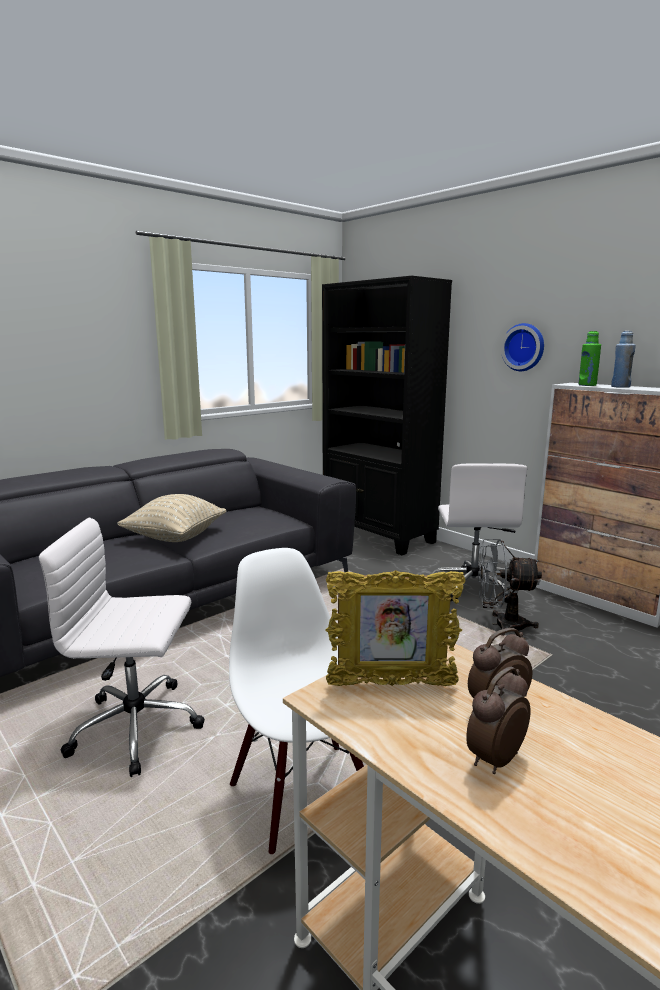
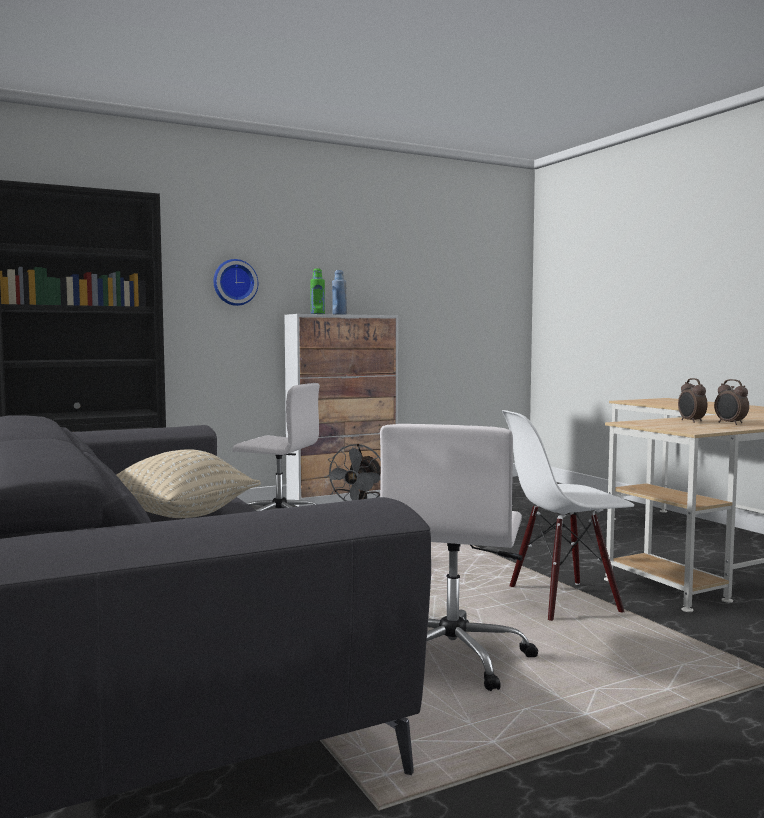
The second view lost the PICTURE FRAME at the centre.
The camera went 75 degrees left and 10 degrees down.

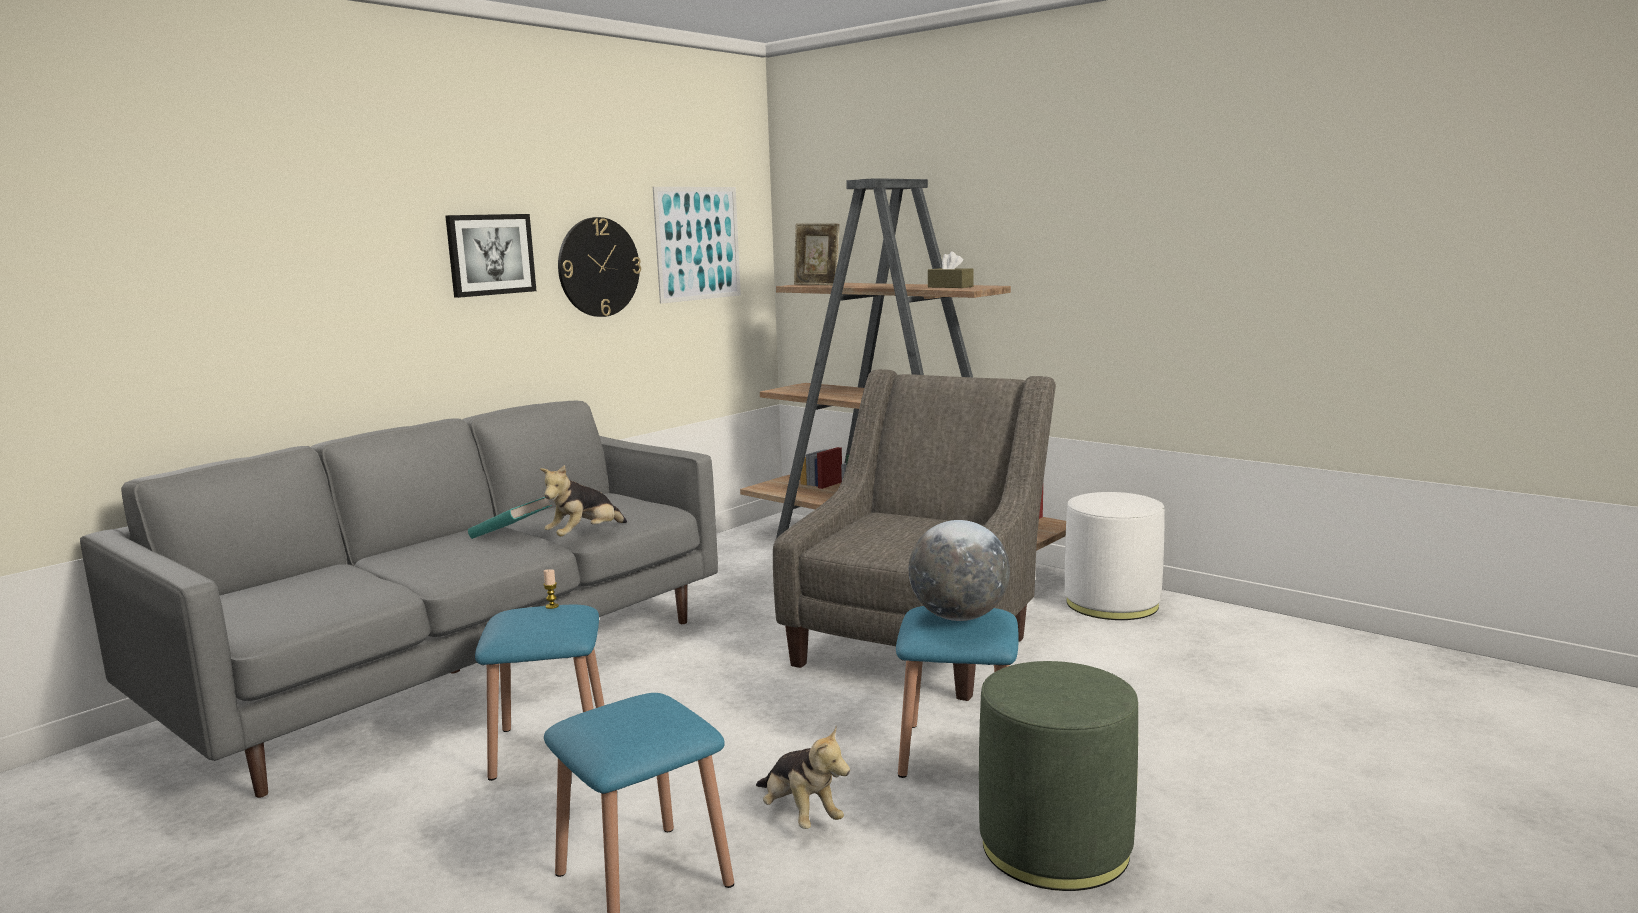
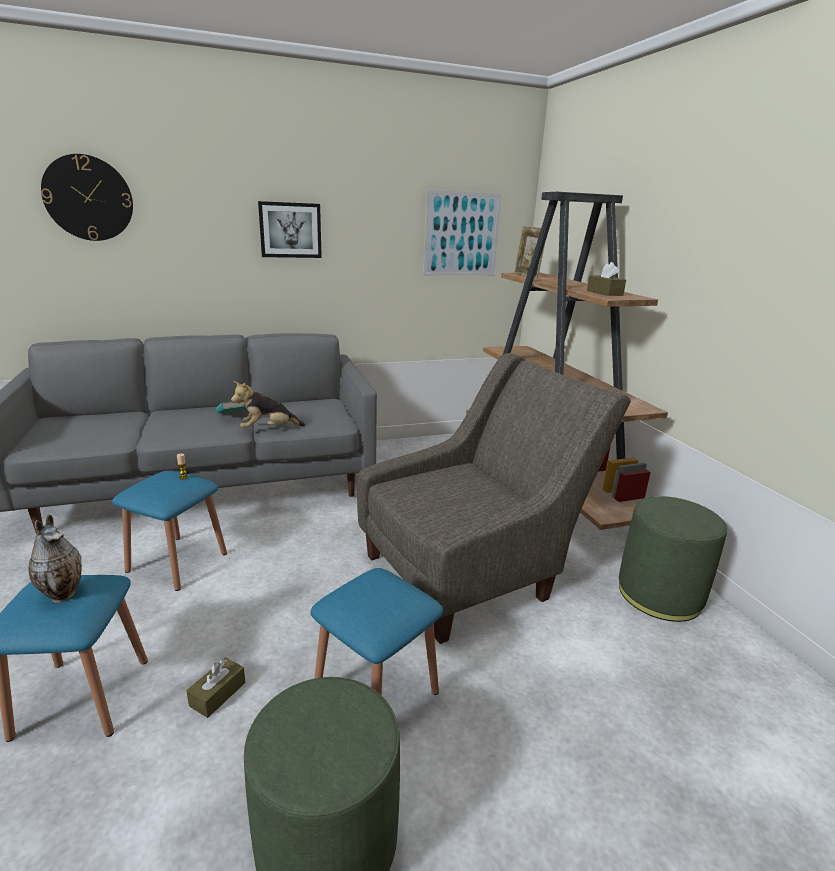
The CLOCK ON THE WALL ended up elsewhere, having gone from the top centre to the top left.
Where the SOFT TOY (2nd from left) stood at the bottom centre, the BROWN-COLOURED TISSUE BOX (1st from left) came to stand at the bottom left.
The second view lost the DESK GLOBE at the centre.
What was the WHITE POUFFE at the middle right turned into the GREEN POUFFE (2nd from left) at the middle right.
The second view gained the VASE at the middle left.
The camera went 30 degrees right and 10 degrees up.

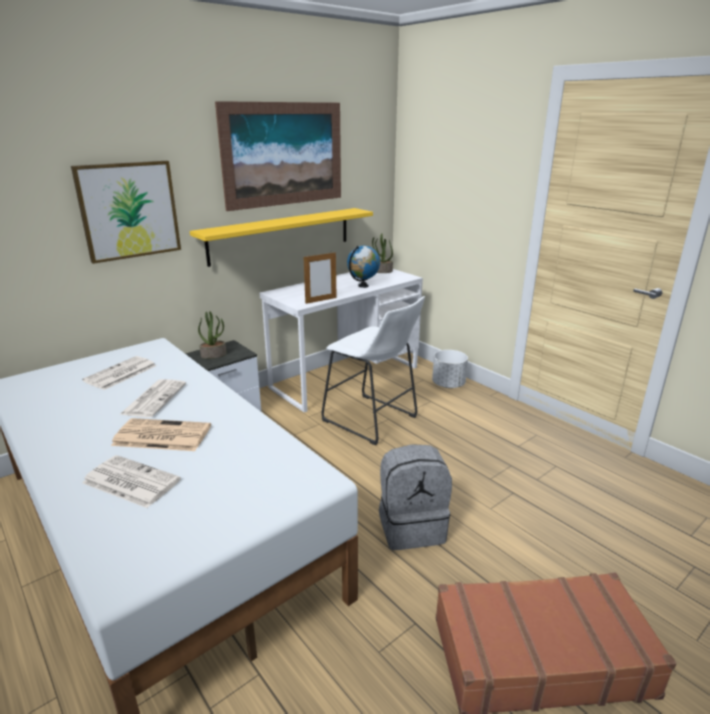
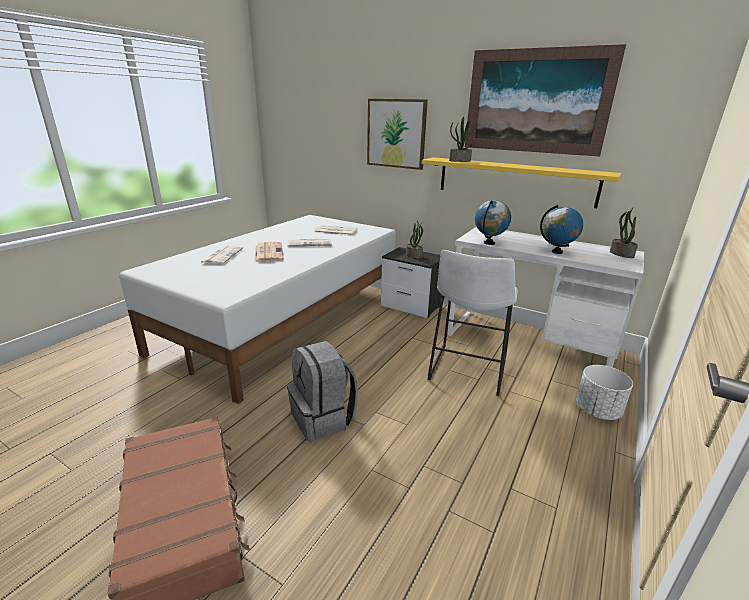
Where the PICTURE FRAME stood at the centre, the DESK GLOBE (1st from left) came to stand at the centre.
The second view gained the PLANT IN A POT (2nd from left) at the top centre.
The camera went 70 degrees right and 0 degrees up.

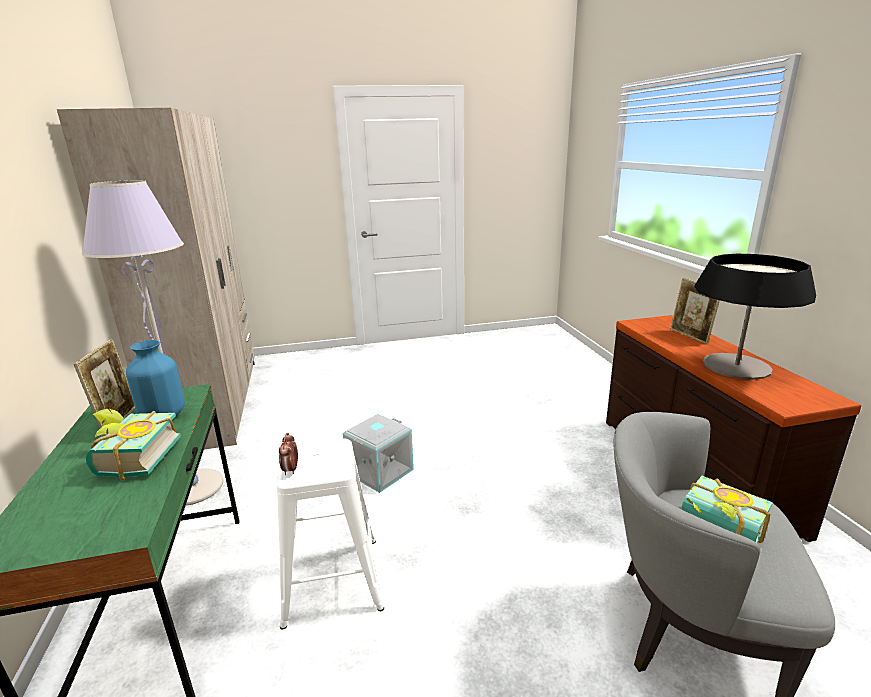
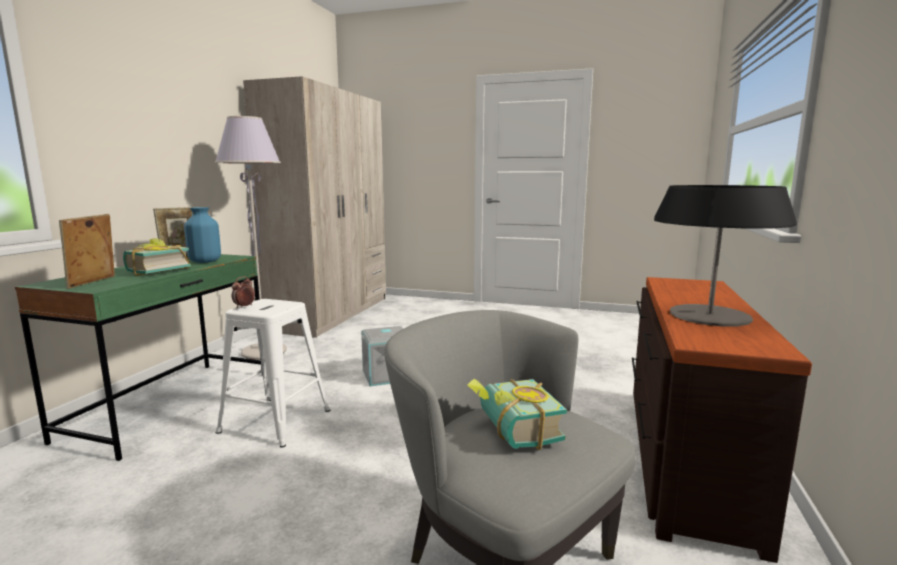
The PICTURE FRAME (2nd from left in the first image) ended up elsewhere, having gone from the middle right to the middle left.
The camera went 30 degrees right and 10 degrees down.

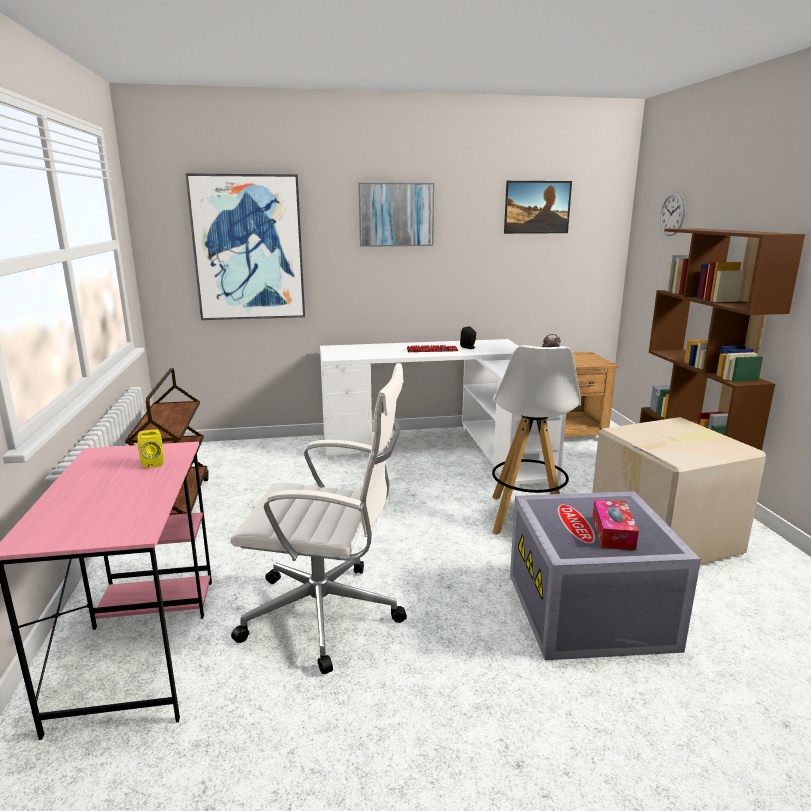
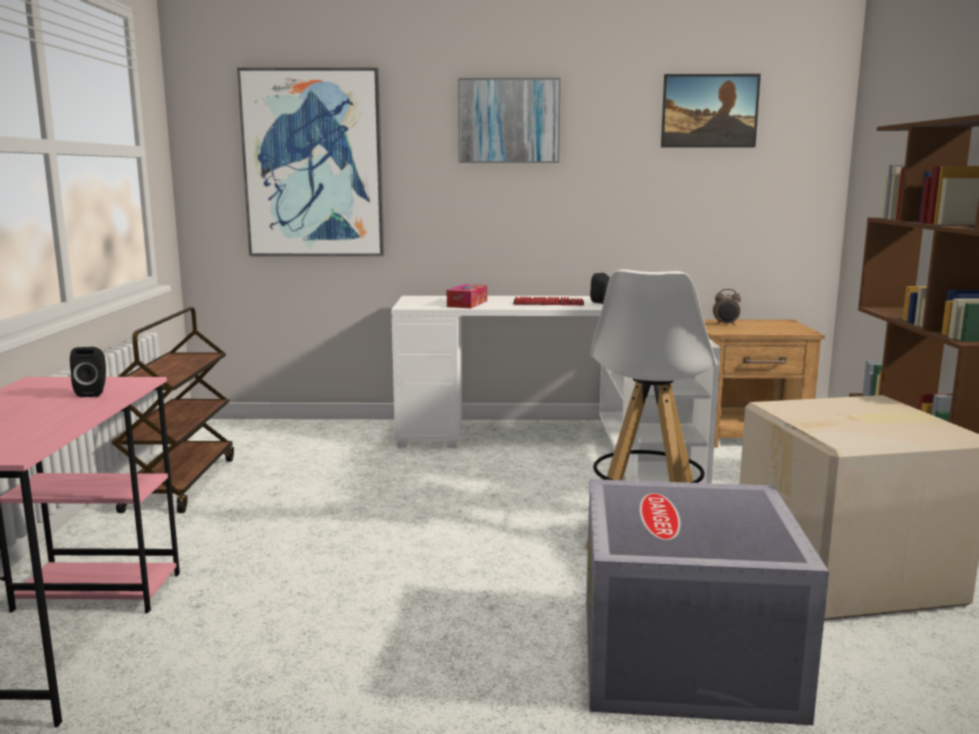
What was the YELLOW-COLOURED LOUDSPEAKER at the middle left turned into the BLACK LOUDSPEAKER (1st from left) at the middle left.
The second view lost the WHITE DESK CHAIR at the centre.
The TISSUE BOX ended up elsewhere, having gone from the middle right to the centre.
The second view lost the CLOCK ON THE WALL at the top right.
The camera went 10 degrees right and 5 degrees down.

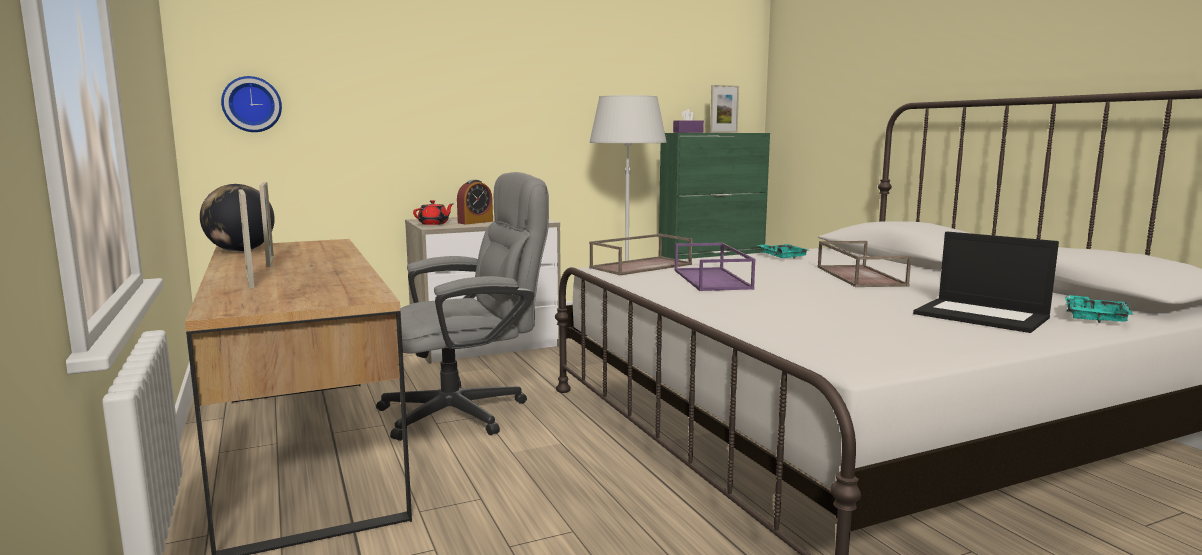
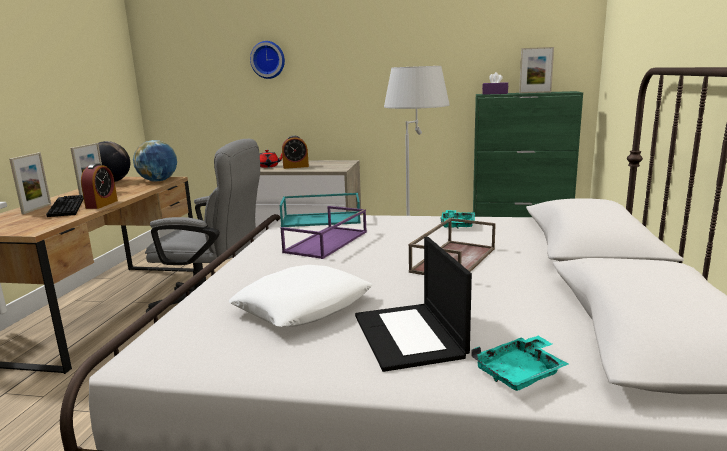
The CLOCK ON THE WALL ended up elsewhere, having gone from the top left to the top centre.
What was the BROWN-COLOURED SERVING TRAY (1st from left) at the centre turned into the BLUE-GREEN SERVING TRAY (1st from left) at the centre.
The second view gained the KEYBOARD at the middle left.
The second view gained the TABLE CLOCK (1st from left) at the middle left.
The second view gained the DESK GLOBE (2nd from left) at the middle left.
The second view gained the WHITE PILLOW at the centre.
The camera went 35 degrees right and 5 degrees up.

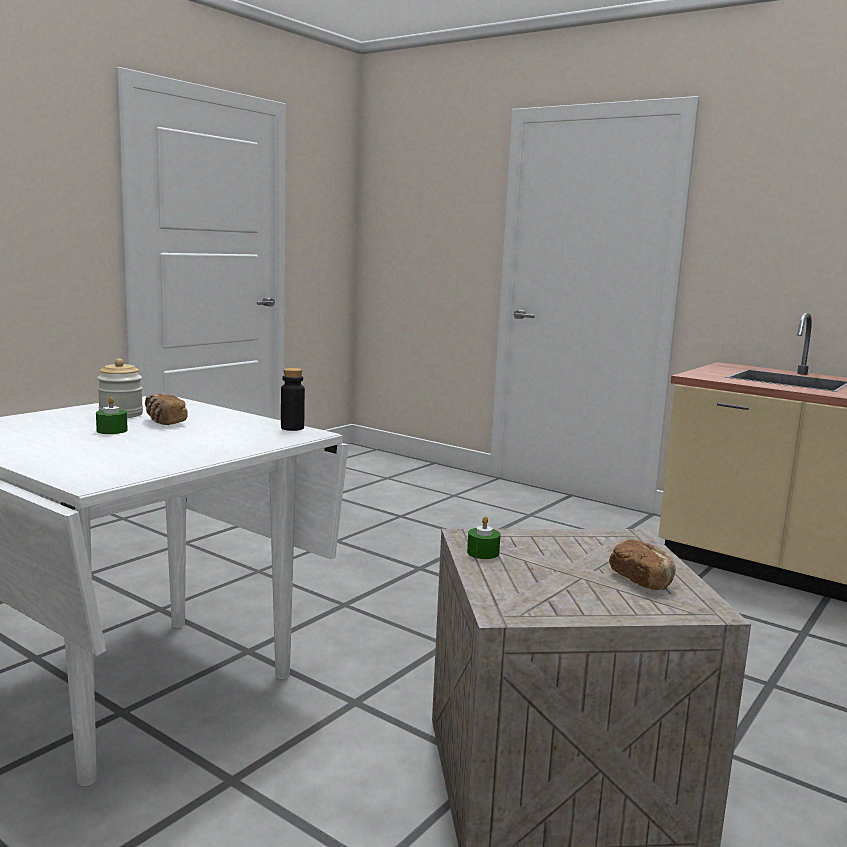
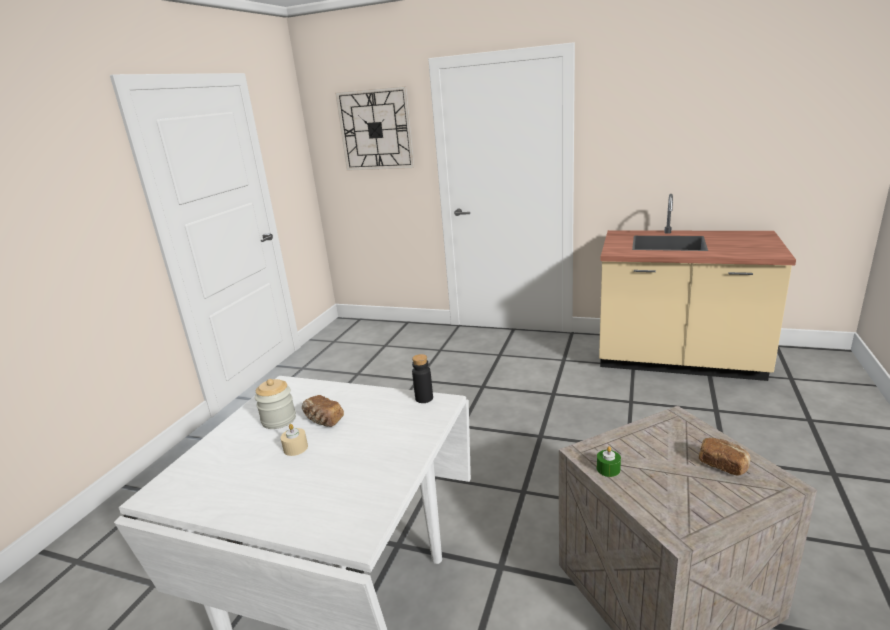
What was the GREEN CANDLE (1st from left) at the middle left turned into the SAND-COLOURED CANDLE at the bottom left.
The second view gained the CLOCK ON THE WALL at the top centre.
The camera went 15 degrees left and 10 degrees up.

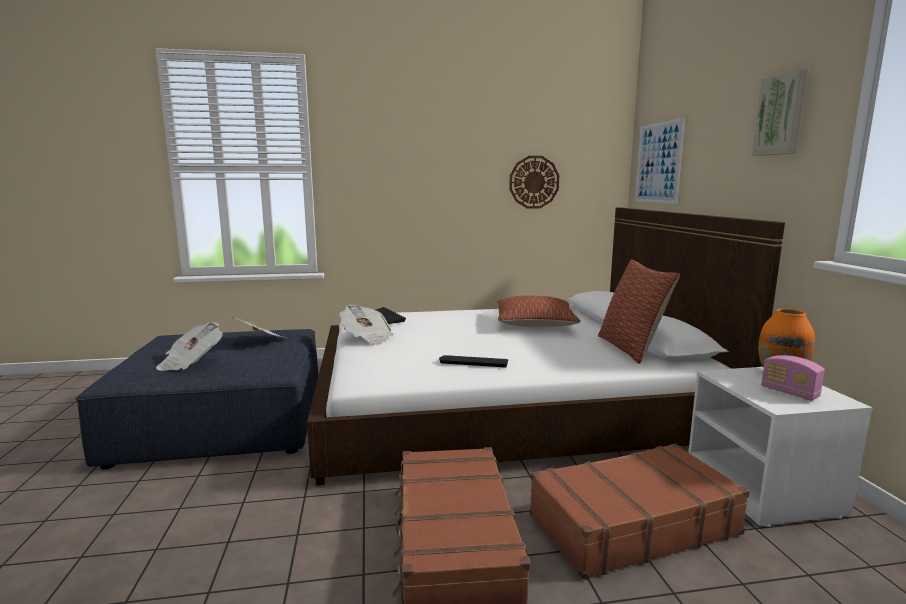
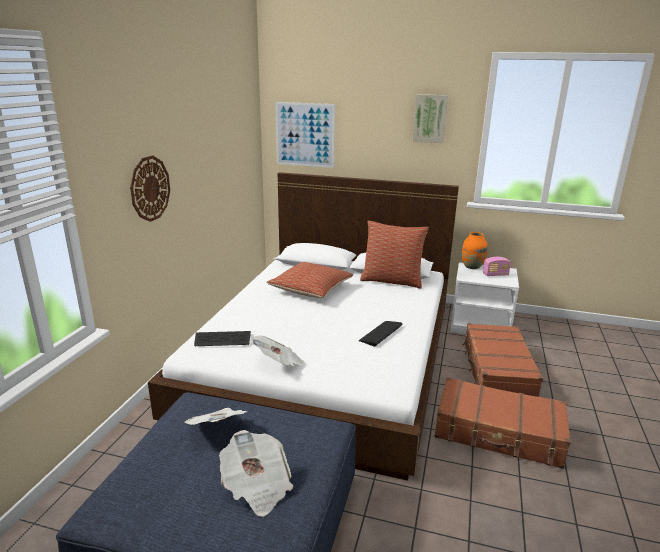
The CLOCK ON THE WALL ended up elsewhere, having gone from the top centre to the middle left.
The camera went 65 degrees left and 10 degrees up.

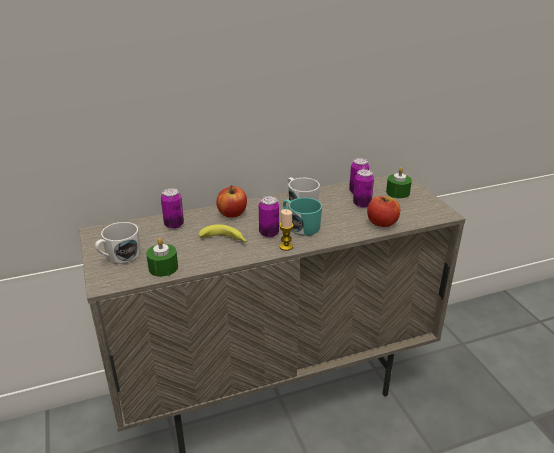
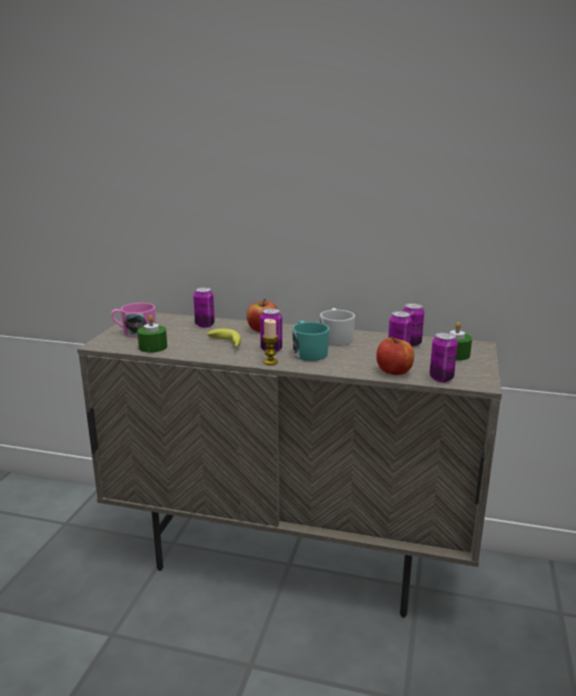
What was the WHITE MUG (1st from left) at the middle left turned into the PINK MUG at the middle left.
The second view gained the CAN (5th from left) at the middle right.
The camera went 35 degrees right and 10 degrees down.

